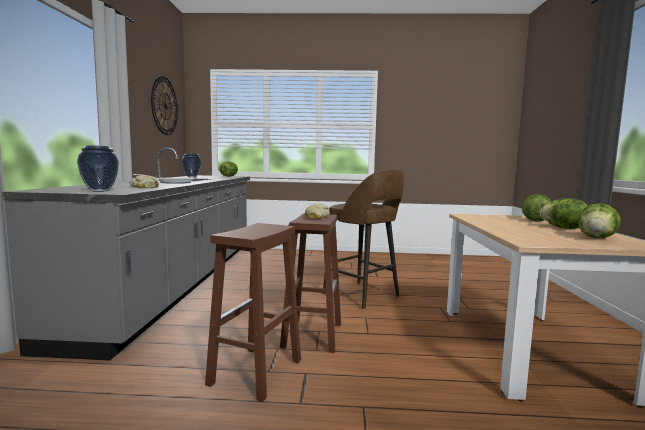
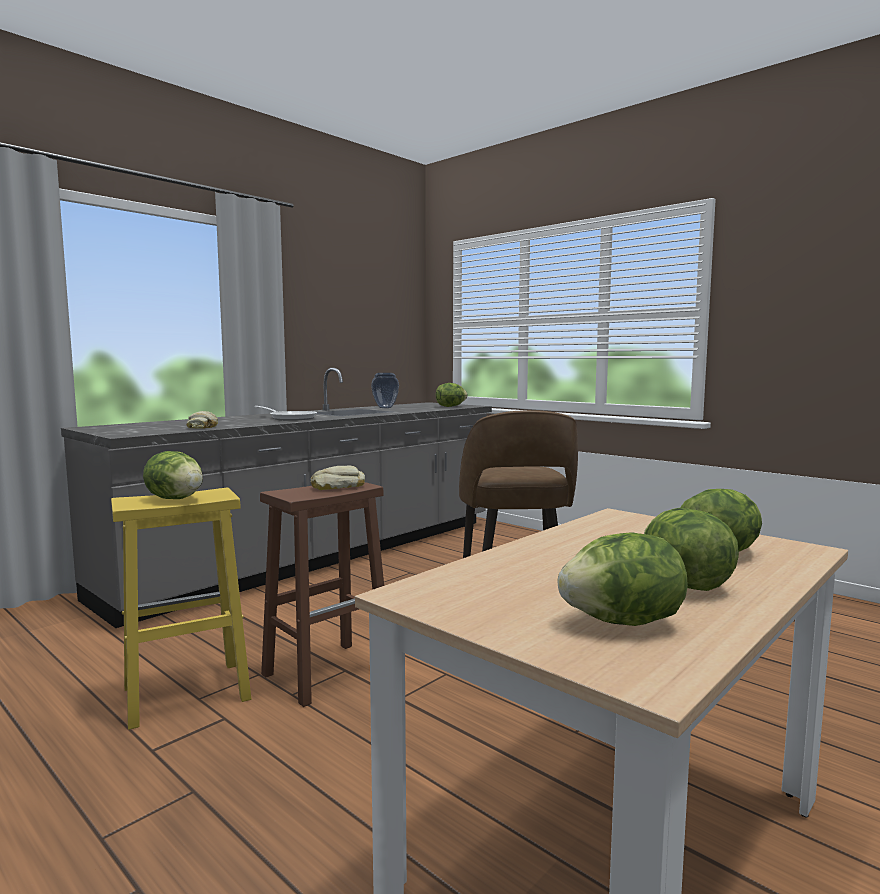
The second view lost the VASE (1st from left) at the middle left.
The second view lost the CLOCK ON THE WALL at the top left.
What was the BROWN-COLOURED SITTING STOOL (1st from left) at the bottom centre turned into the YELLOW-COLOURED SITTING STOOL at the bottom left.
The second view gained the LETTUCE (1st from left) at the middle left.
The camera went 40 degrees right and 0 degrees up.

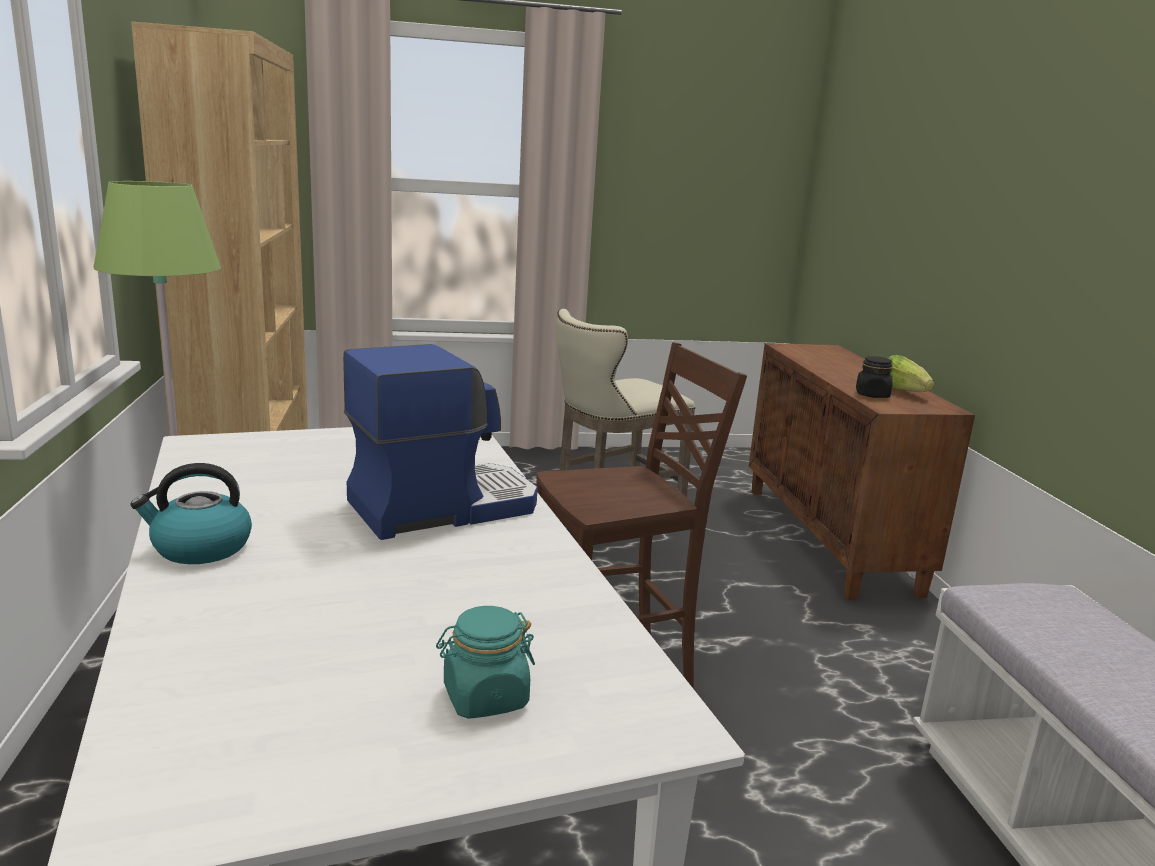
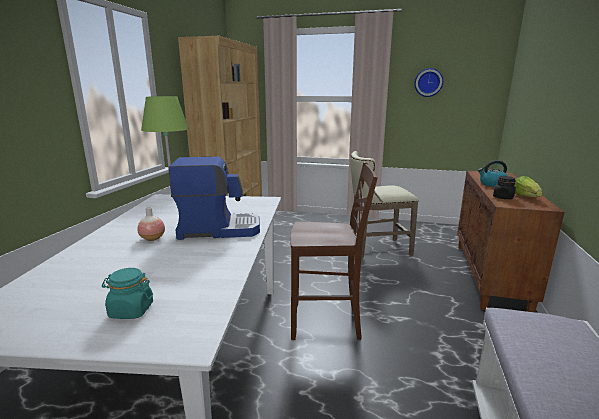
The WATER KETTLE ended up elsewhere, having gone from the middle left to the middle right.
The second view gained the VASE at the middle left.
The second view gained the CLOCK ON THE WALL at the top right.
The camera went 25 degrees right and 0 degrees up.

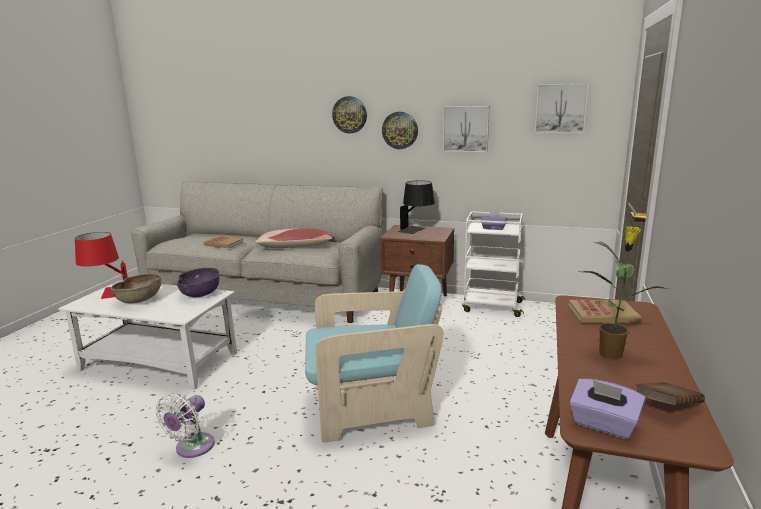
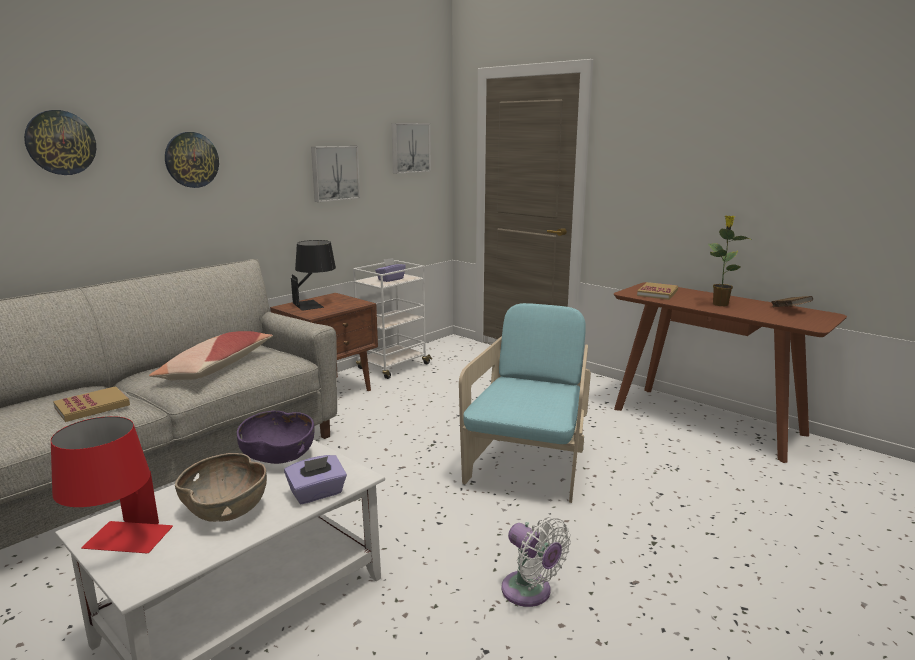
The CLOCK ON THE WALL (2nd from left in the first image) ended up elsewhere, having gone from the top centre to the top left.
The PURPLE-COLOURED TISSUE BOX (2nd from left in the first image) ended up elsewhere, having gone from the bottom right to the bottom centre.
The camera went 65 degrees left and 0 degrees up.

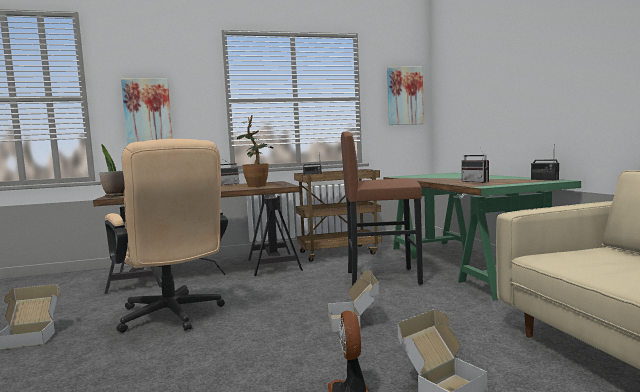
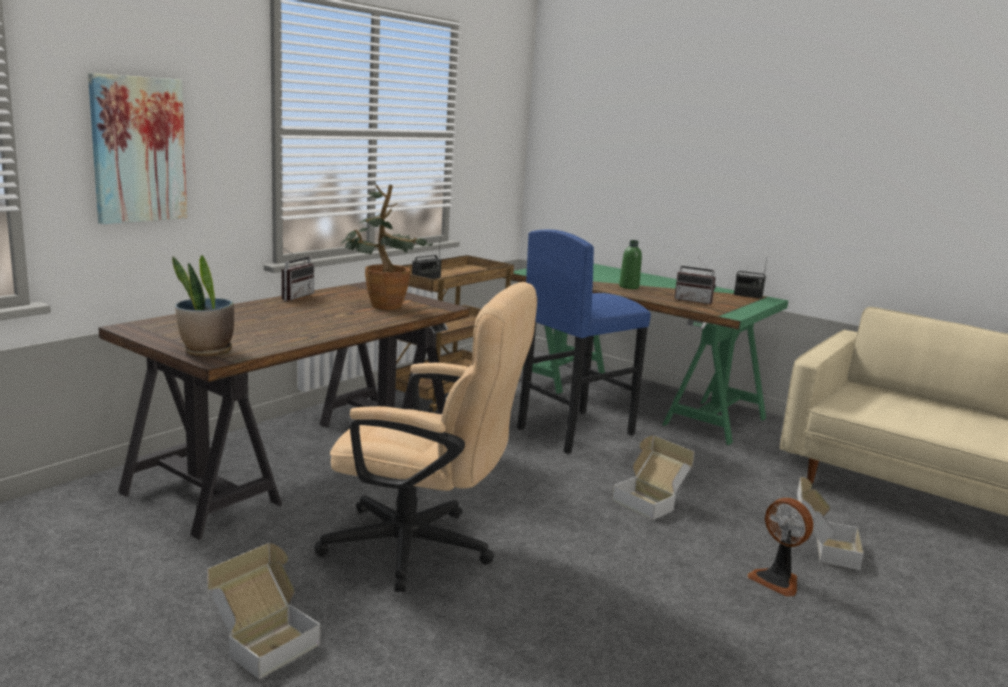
What was the BROWN-COLOURED SITTING STOOL at the centre turned into the BLUISH SITTING STOOL at the centre.
The second view lost the PICTURE (2nd from left) at the top centre.
The second view gained the GREEN DRINK BOTTLE at the centre.
The camera went 40 degrees left and 10 degrees up.

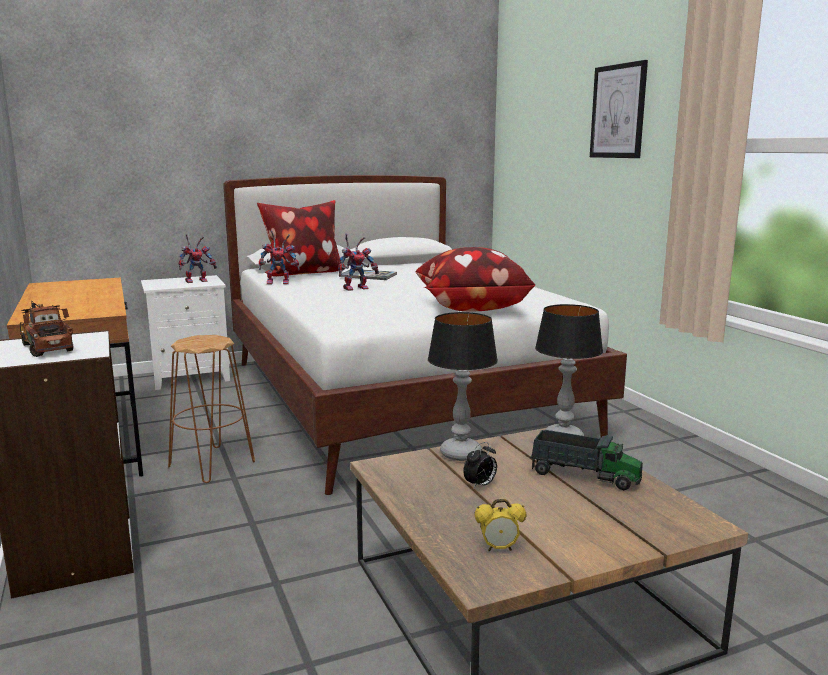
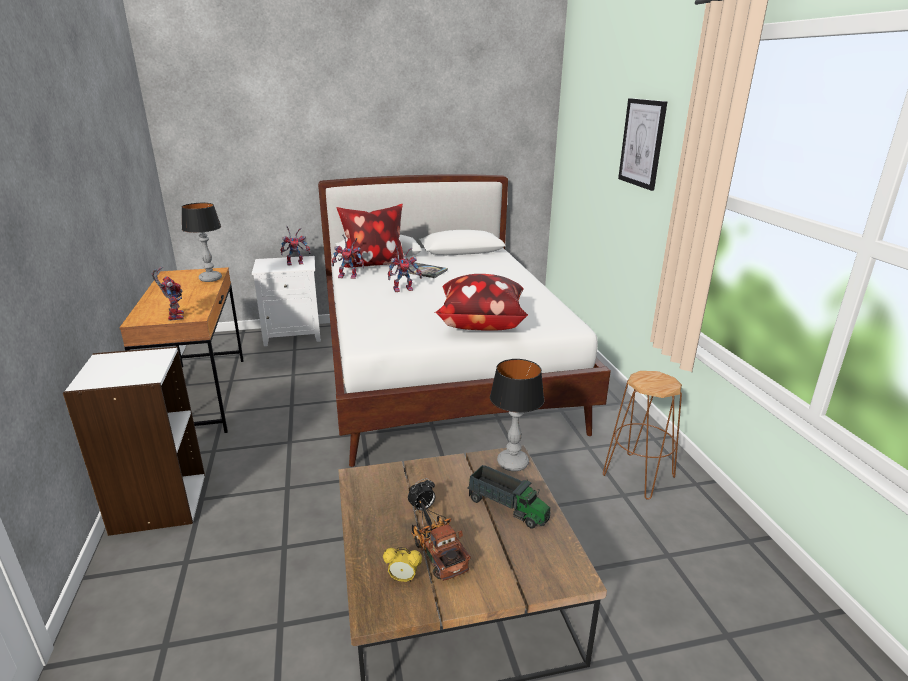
The MODEL TRUCK (1st from left) ended up elsewhere, having gone from the middle left to the bottom centre.
The BROWN-COLOURED SITTING STOOL ended up elsewhere, having gone from the middle left to the middle right.
The TABLE LAMP (1st from left) ended up elsewhere, having gone from the centre to the middle left.
The second view gained the MODEL ROBOT (1st from left) at the middle left.
The camera went 10 degrees right and 10 degrees up.

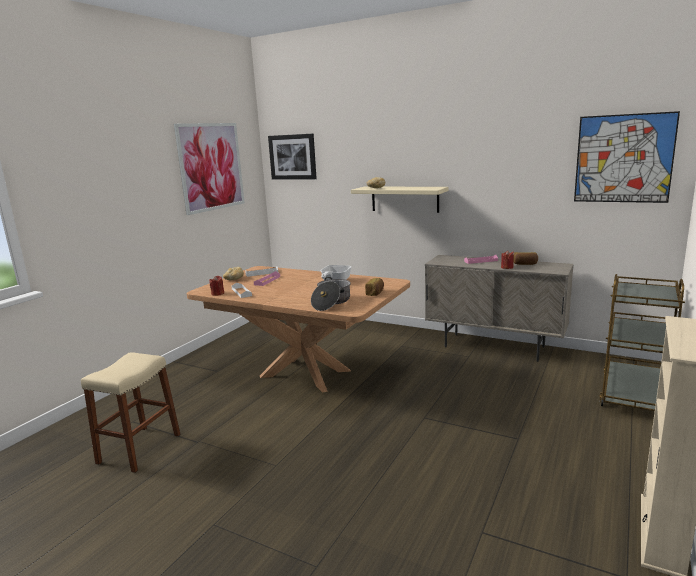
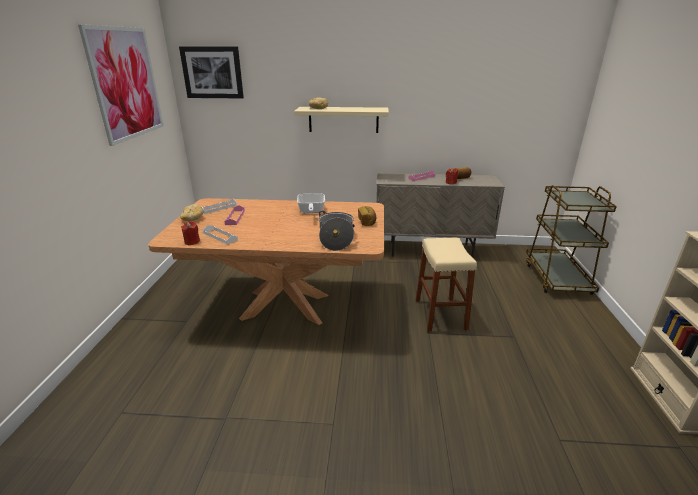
The SAND-COLOURED SITTING STOOL ended up elsewhere, having gone from the bottom left to the centre.
The second view lost the PICTURE (3rd from left) at the top right.
The camera went 25 degrees left and 10 degrees up.

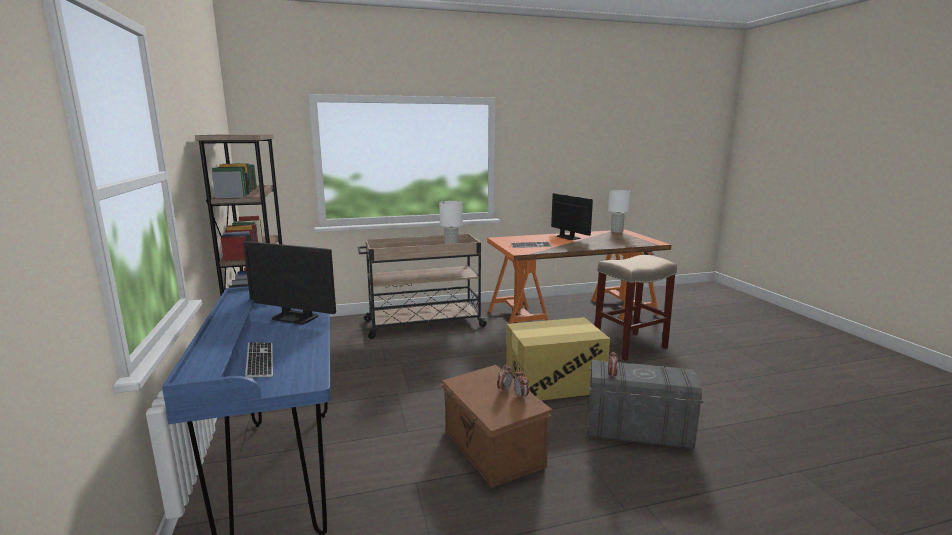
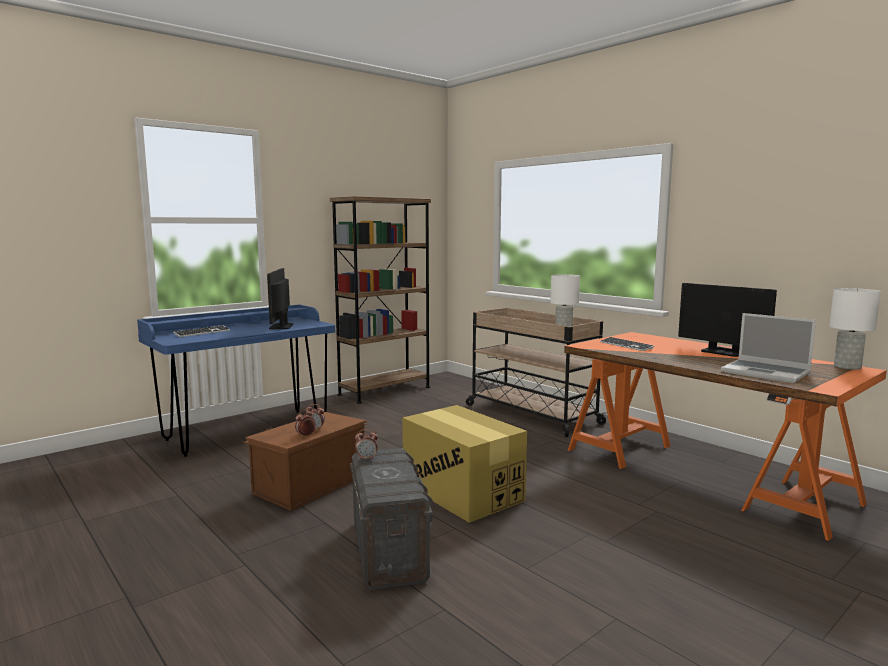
The MONITOR (2nd from left) at the centre ended up facing another way, 105 degrees clockwise from before.
The second view lost the SAND-COLOURED SITTING STOOL at the middle right.
The second view gained the LAPTOP at the middle right.
The camera went 65 degrees right and 5 degrees down.

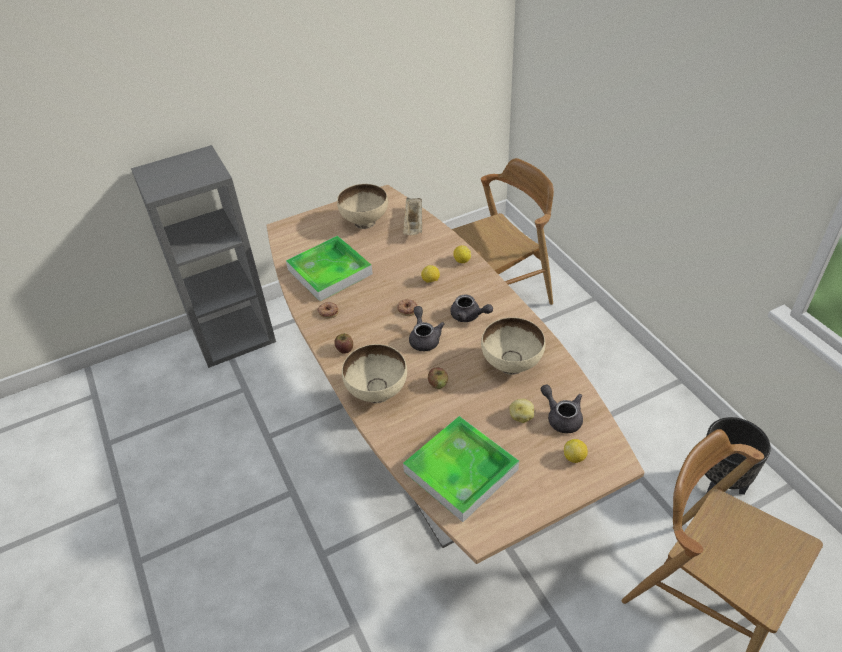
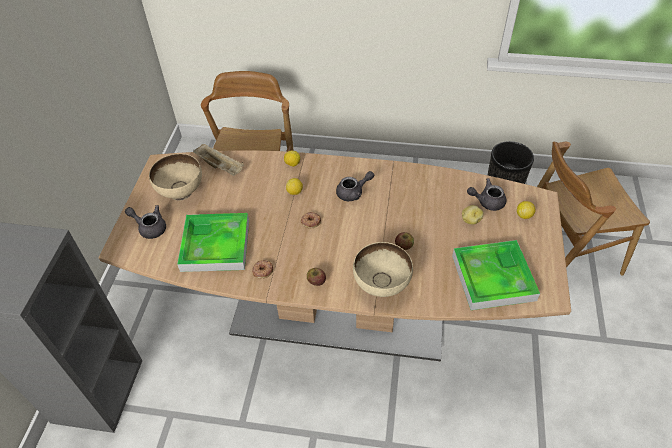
The GREY TEAPOT (1st from left) ended up elsewhere, having gone from the centre to the middle left.
The second view lost the SAND-COLOURED DEEP DISH (3rd from left) at the centre.
The camera went 55 degrees left and 5 degrees up.

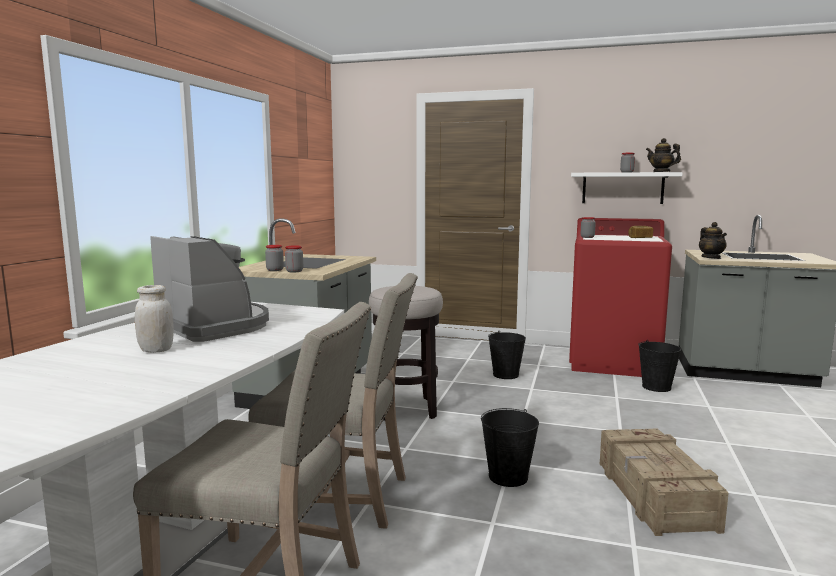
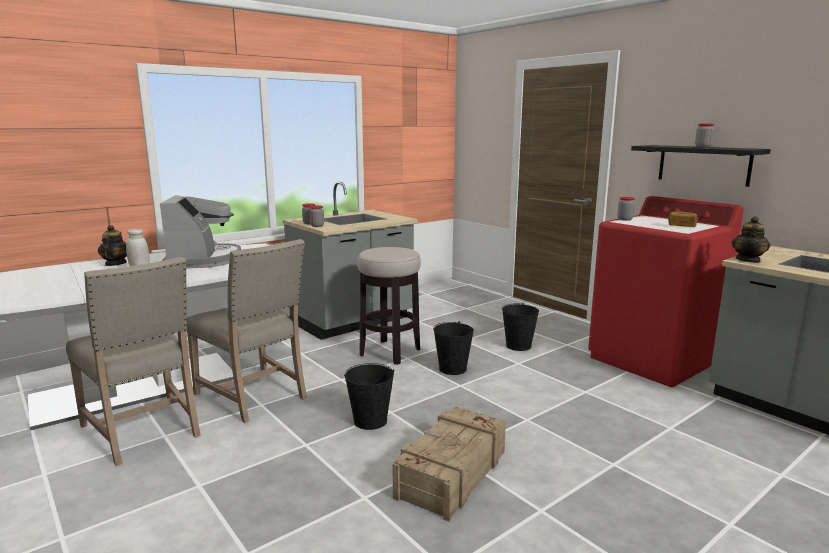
What was the WHITE BRACKET SHELF at the top right turned into the BLACK BRACKET SHELF at the top right.
The BLACK BUCKET (3rd from left in the first image) ended up elsewhere, having gone from the middle right to the centre.
The TEAPOT (1st from left) ended up elsewhere, having gone from the top right to the middle left.
The camera went 35 degrees right and 5 degrees up.

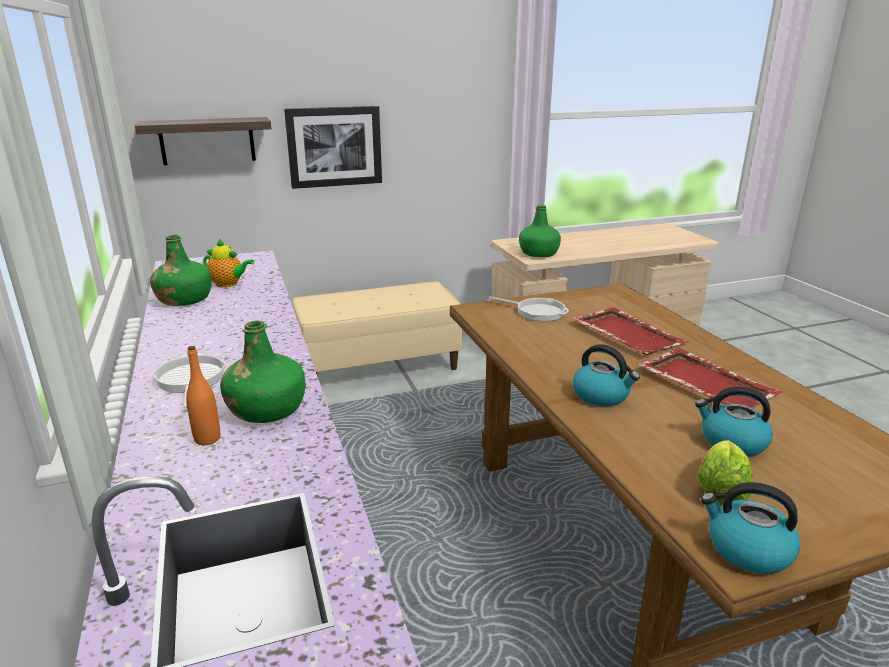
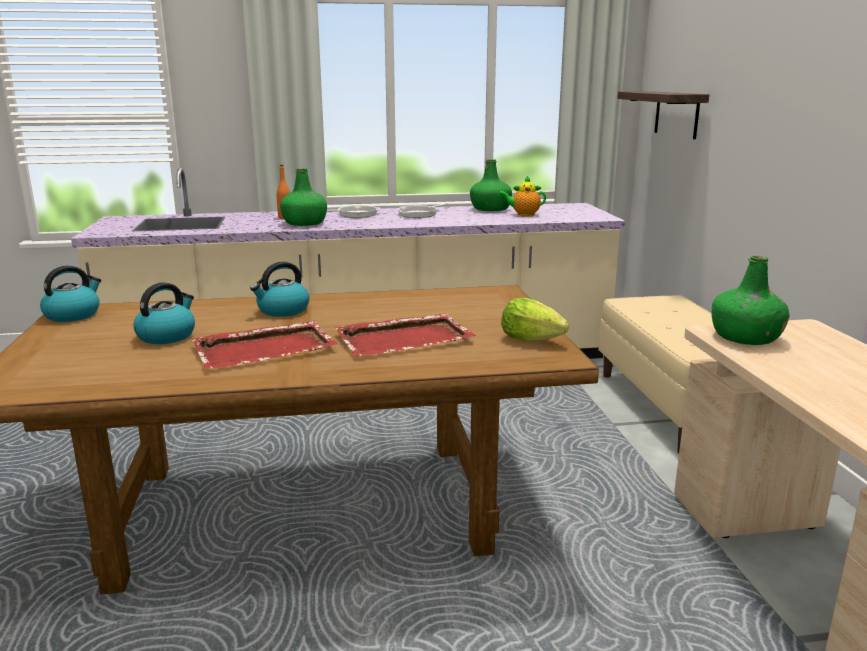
The TEAPOT at the middle left ended up facing another way, 60 degrees clockwise from before.
The second view lost the PICTURE at the top centre.
The PAN (2nd from left) ended up elsewhere, having gone from the centre to the top centre.
The LETTUCE ended up elsewhere, having gone from the bottom right to the centre.
The camera went 100 degrees right and 5 degrees down.

